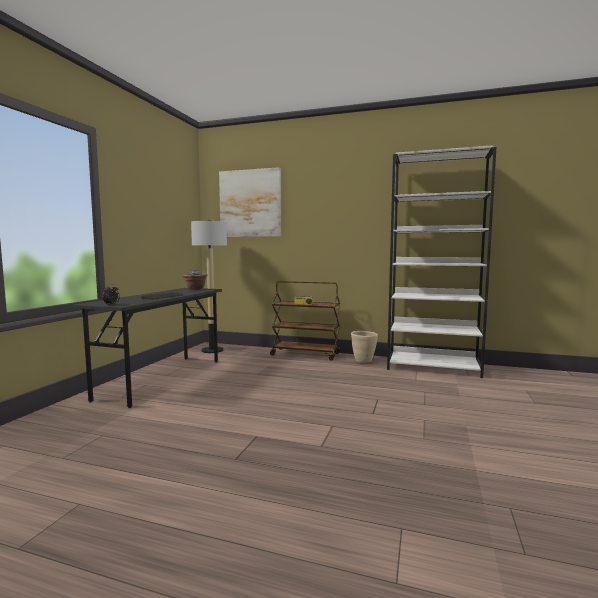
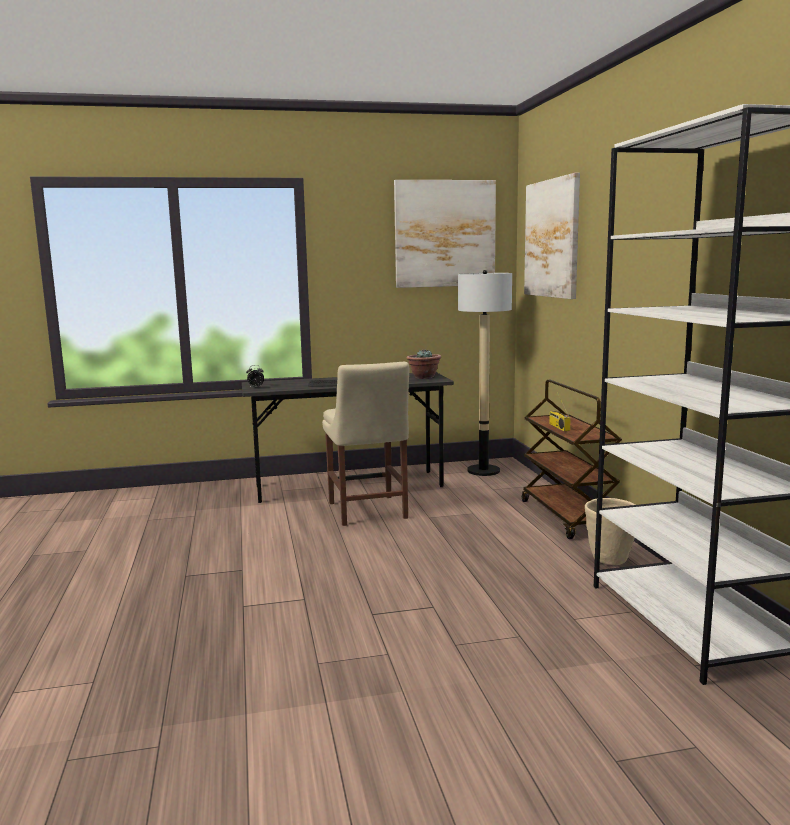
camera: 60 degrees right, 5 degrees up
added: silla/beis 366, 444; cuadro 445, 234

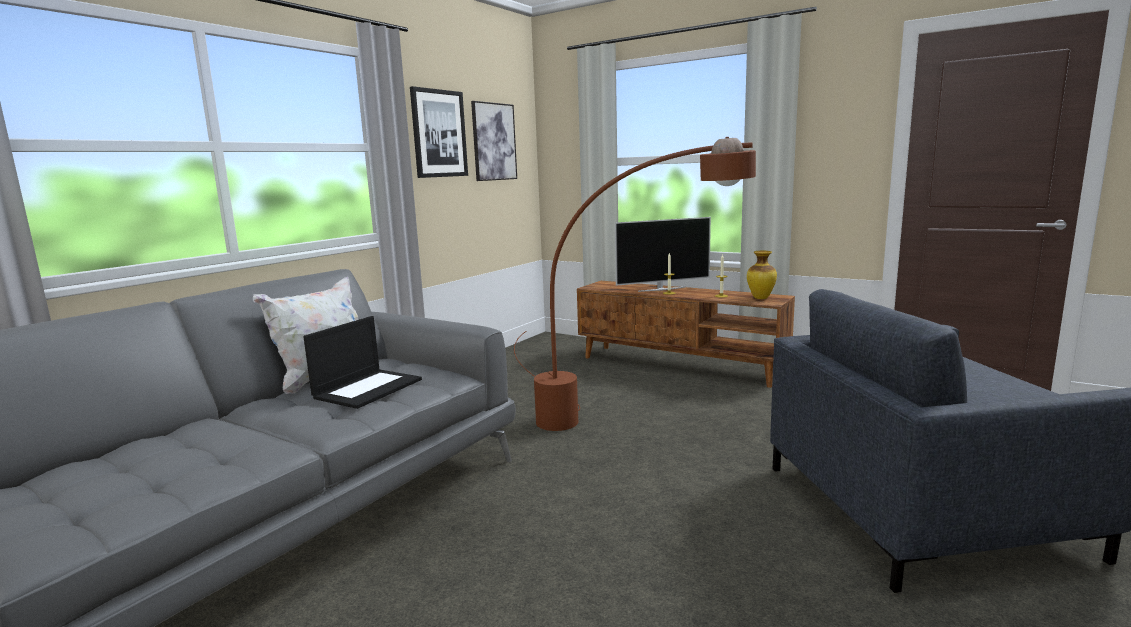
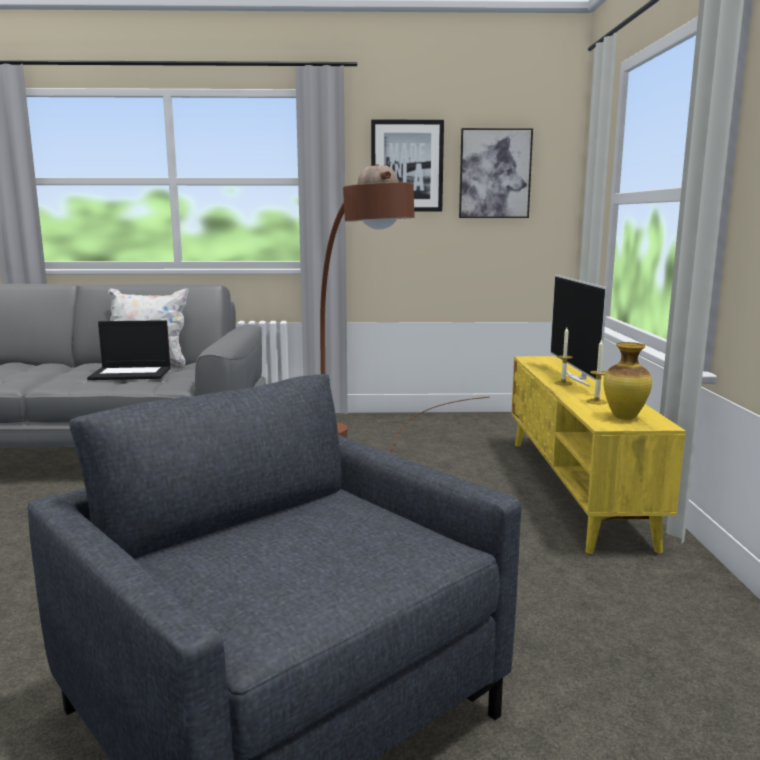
camera: 55 degrees right, 0 degrees up
recoloured: mueble de televisión/marrón 686, 334 to mueble de televisión/amarillo 598, 455
turned: televisor 663, 254 = 579, 331 45 degrees clockwise

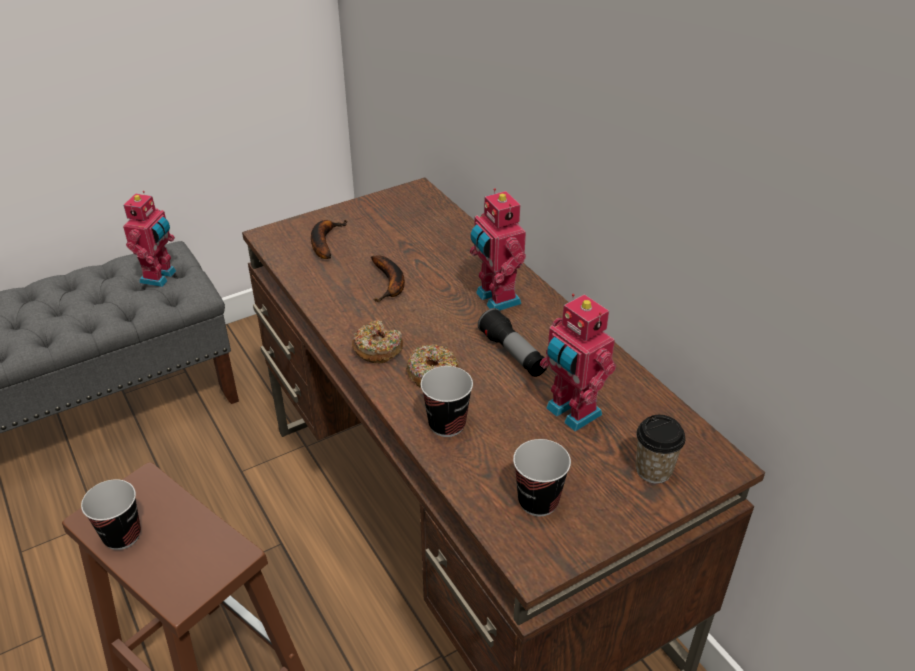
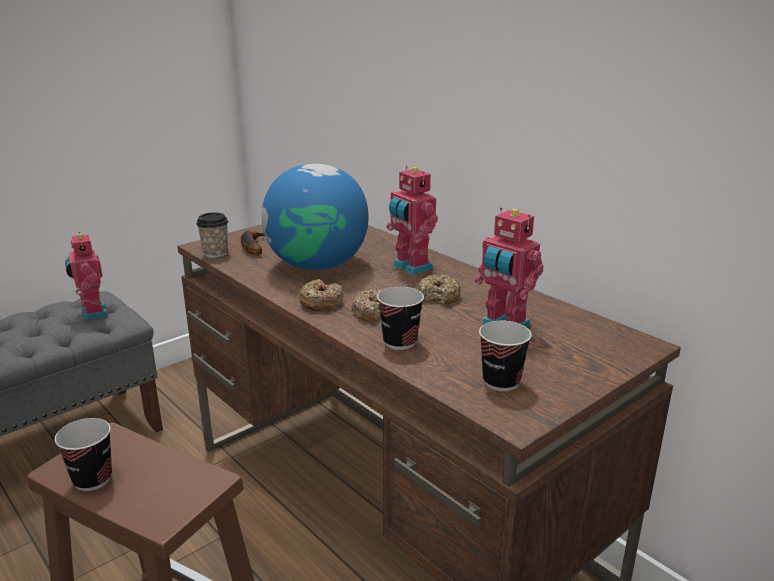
camera: 10 degrees left, 15 degrees down
moved: taza 660, 449 to 212, 235
replaced: plátano 388, 278 to globo terráqueo 315, 217; linterna 512, 342 to rosquilla 439, 289
turned: robot de juguete 149, 239 = 86, 276 150 degrees clockwise

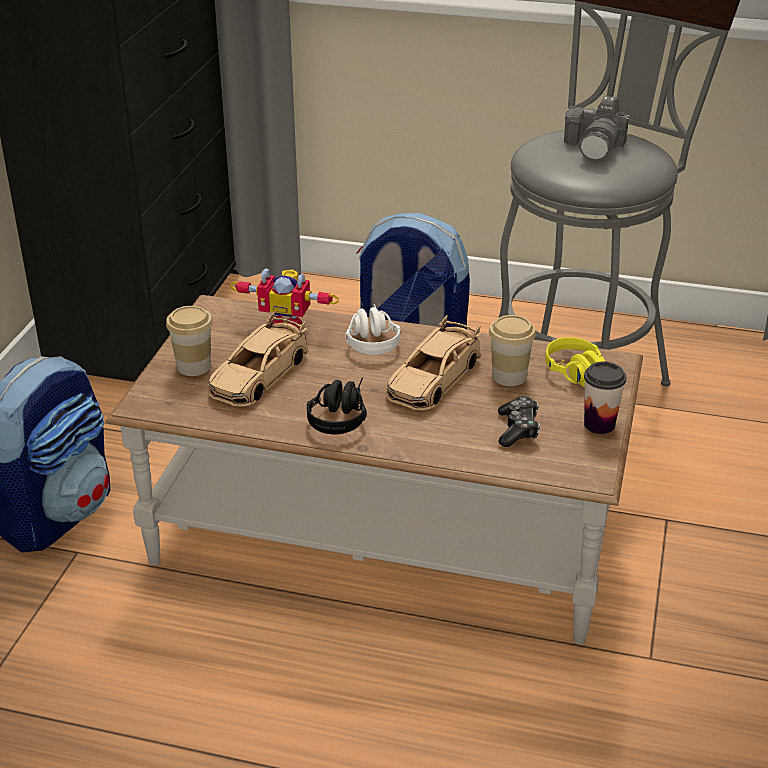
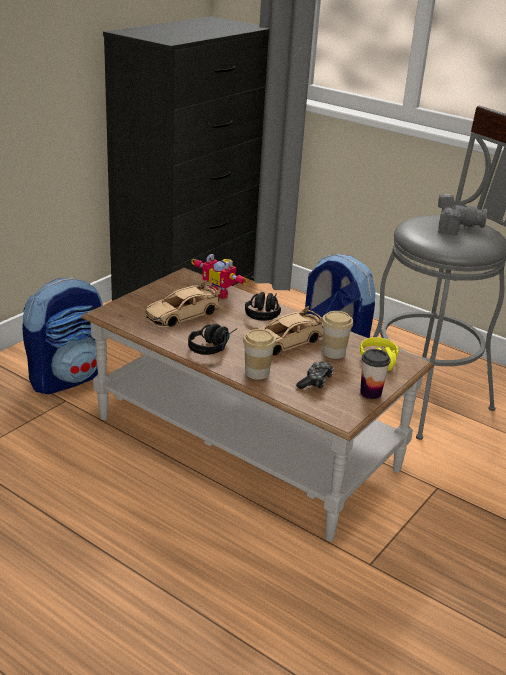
camera: 20 degrees right, 5 degrees down
moved: taza 189, 341 to 259, 354
recoloured: auriculares/blanco 373, 329 to auriculares/negro 263, 306
turned: cámara 597, 128 = 462, 214 120 degrees counterclockwise

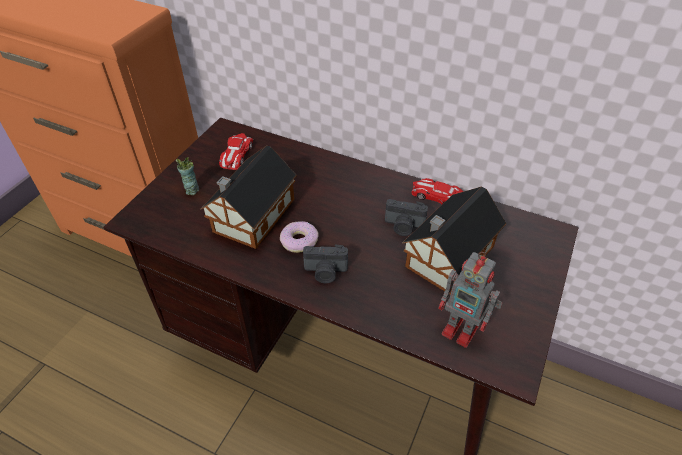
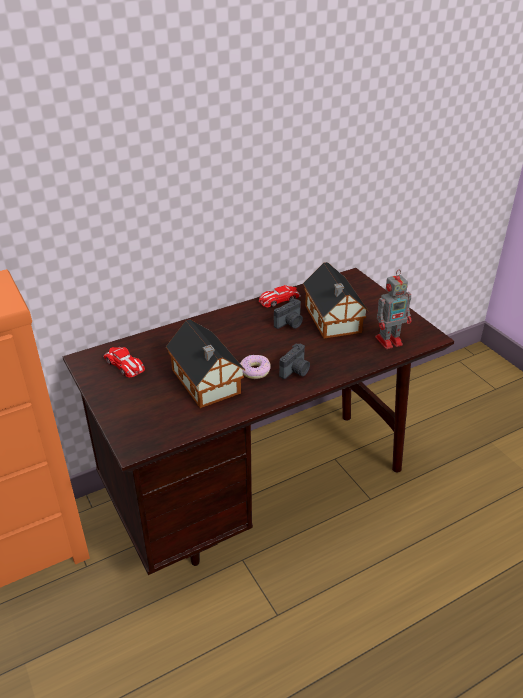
camera: 55 degrees left, 10 degrees down
removed: taza 187, 176

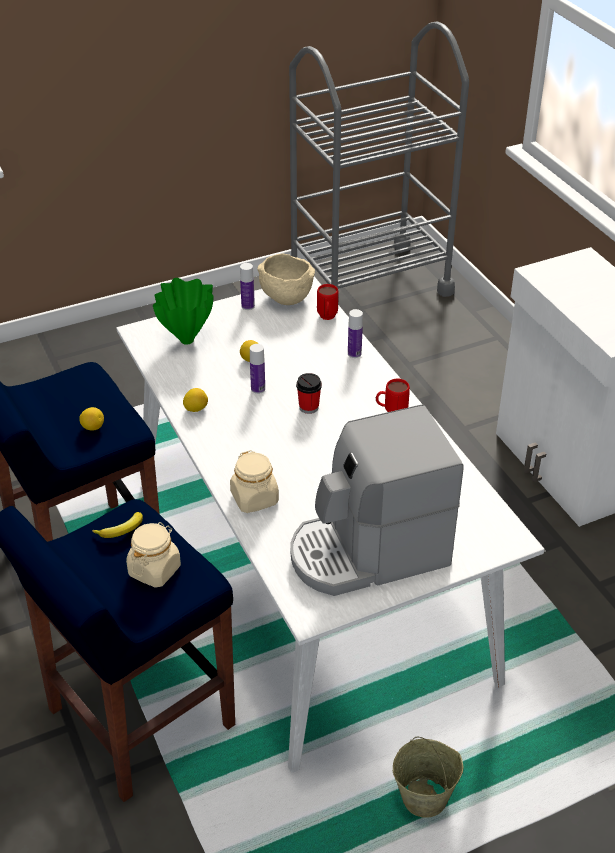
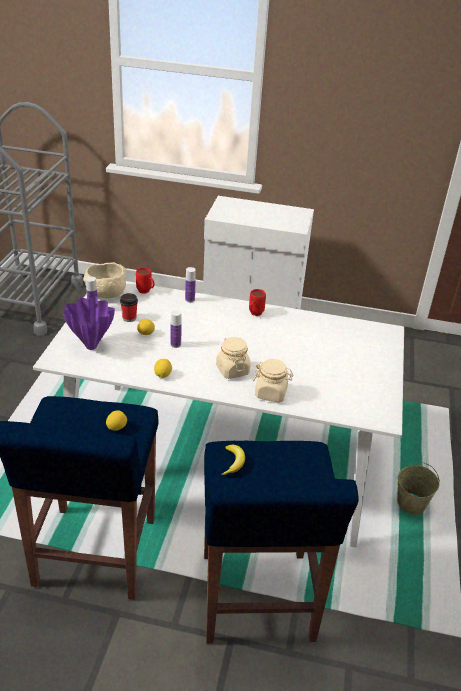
camera: 55 degrees left, 5 degrees down
removed: cafetera 376, 500
moved: tarro/beis 153, 555 to 233, 358; taza 309, 393 to 129, 307
recoloured: florero/verde 183, 311 to florero/morado 89, 323

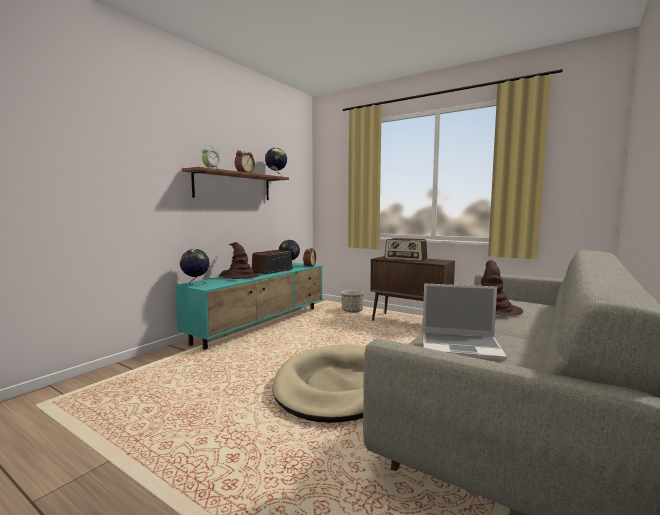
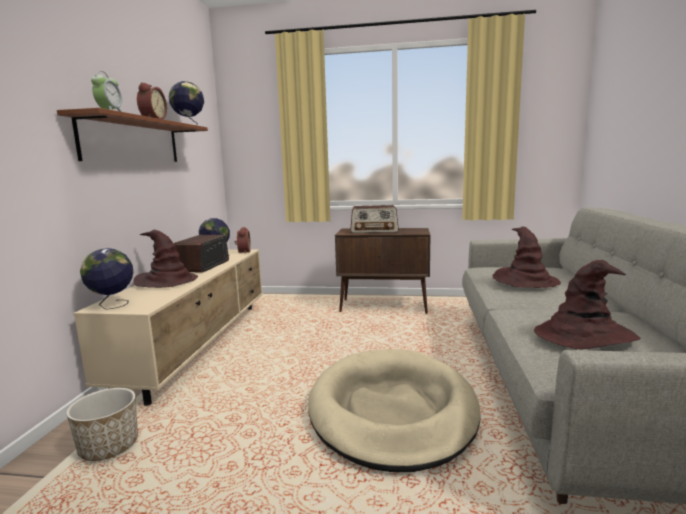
camera: 25 degrees left, 5 degrees up
moved: maceta 352, 301 to 102, 424
replaced: portátil 464, 322 to sombrero/marrón 587, 305
recoloured: mueble de televisión/turquesa 248, 306 to mueble de televisión/beis 168, 327

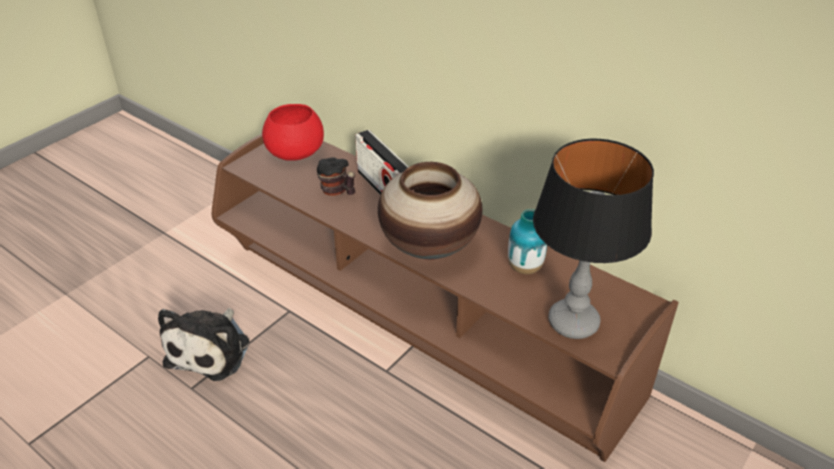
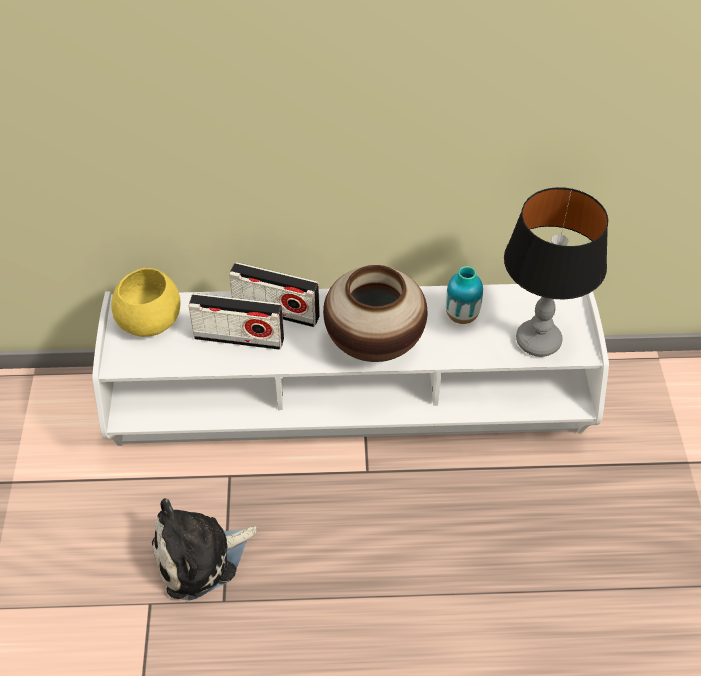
camera: 40 degrees left, 10 degrees up
replaced: taza grande 336, 176 to radio 236, 321
recoloured: mueble de televisión/marrón 445, 298 to mueble de televisión/blanco 350, 365; cuenco/rojo 293, 132 to cuenco/amarillo 146, 302
turned: peluche 203, 344 = 204, 549 90 degrees clockwise

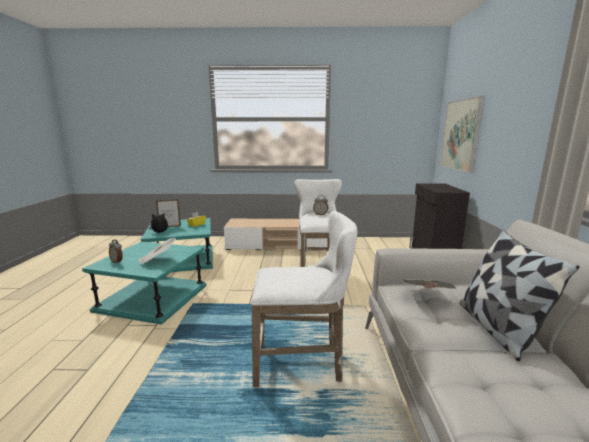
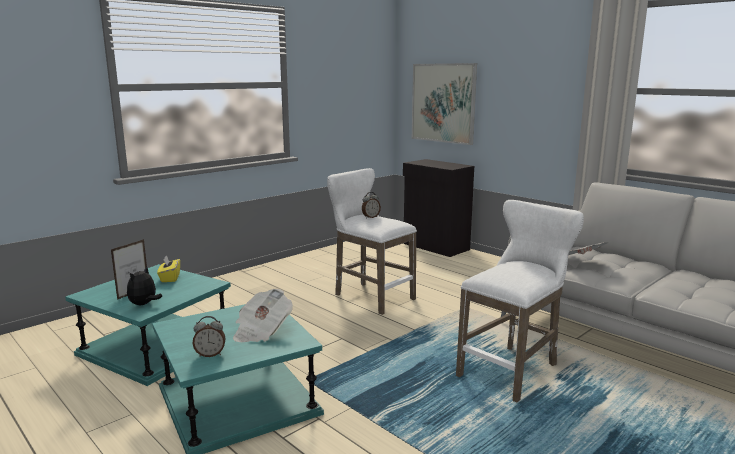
camera: 45 degrees left, 0 degrees up
removed: mueble de televisión/beis 276, 235; cojín 520, 295

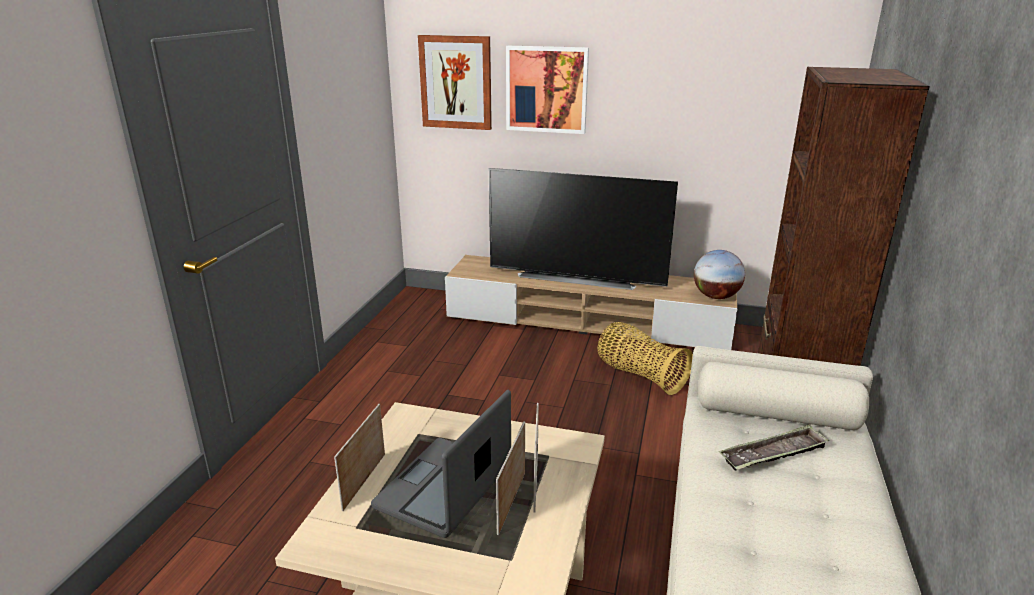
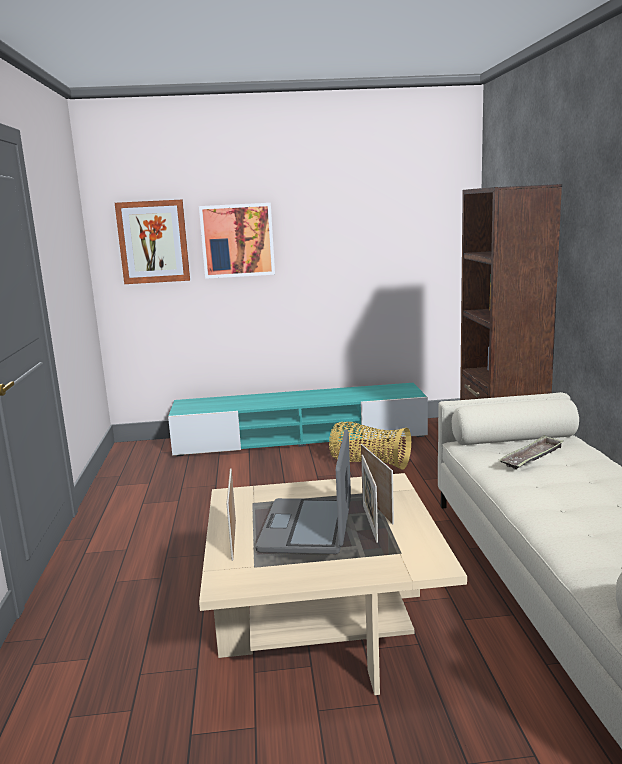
camera: 20 degrees left, 10 degrees down
removed: televisor 583, 229; globo terráqueo 719, 274
recoloured: mueble de televisión/beis 591, 302 to mueble de televisión/turquesa 298, 419

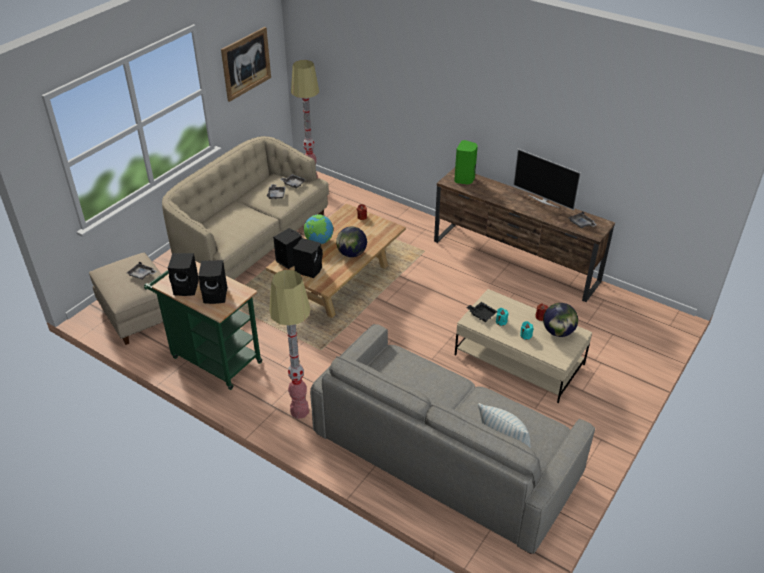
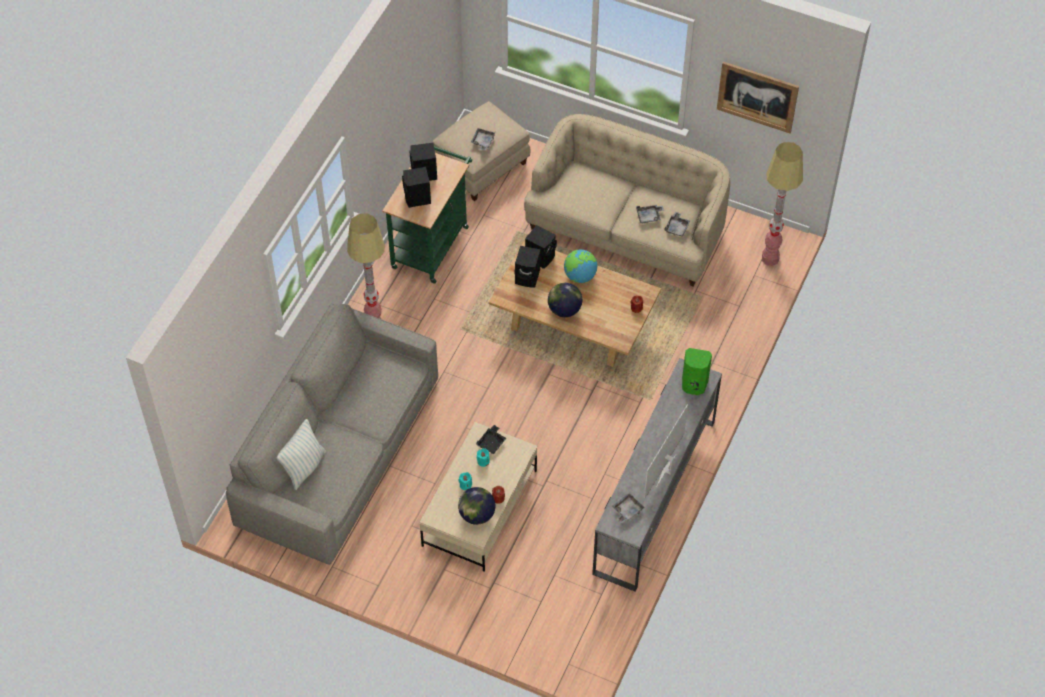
camera: 80 degrees right, 15 degrees up
recoloured: mueble de televisión/marrón 524, 235 to mueble de televisión/gris 657, 475

